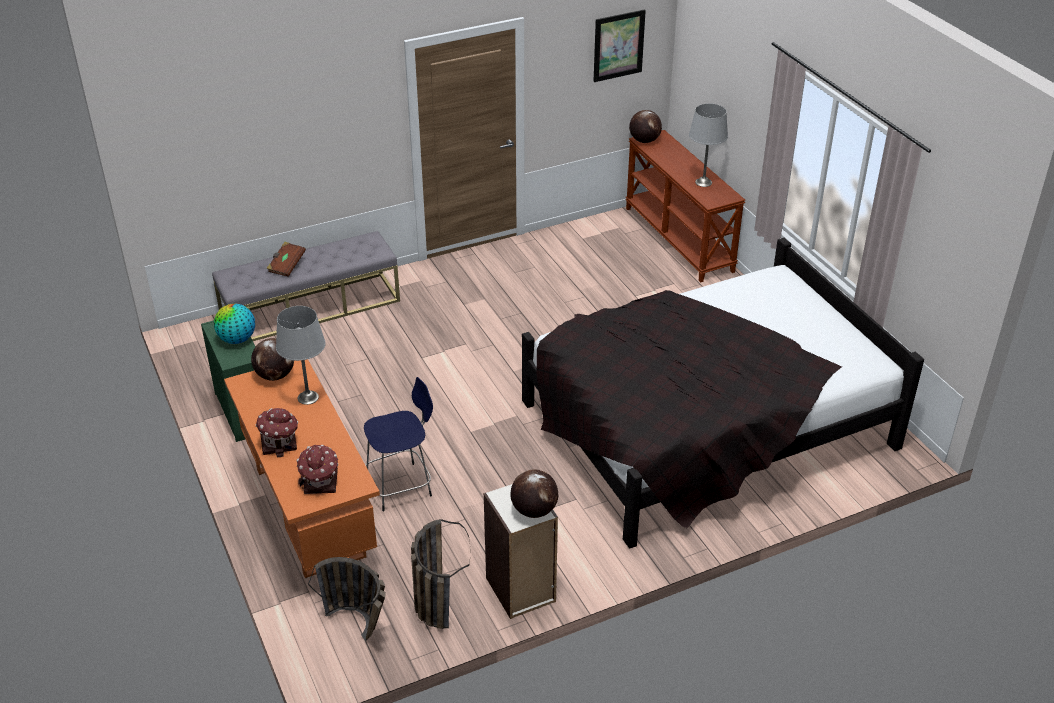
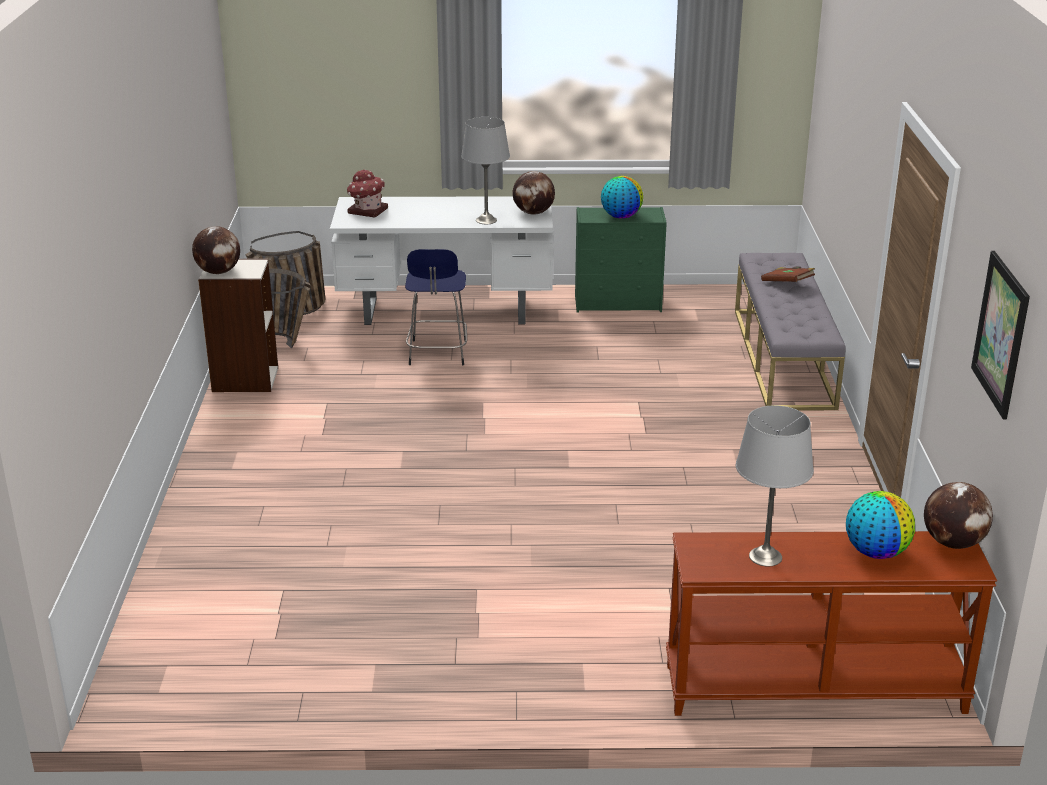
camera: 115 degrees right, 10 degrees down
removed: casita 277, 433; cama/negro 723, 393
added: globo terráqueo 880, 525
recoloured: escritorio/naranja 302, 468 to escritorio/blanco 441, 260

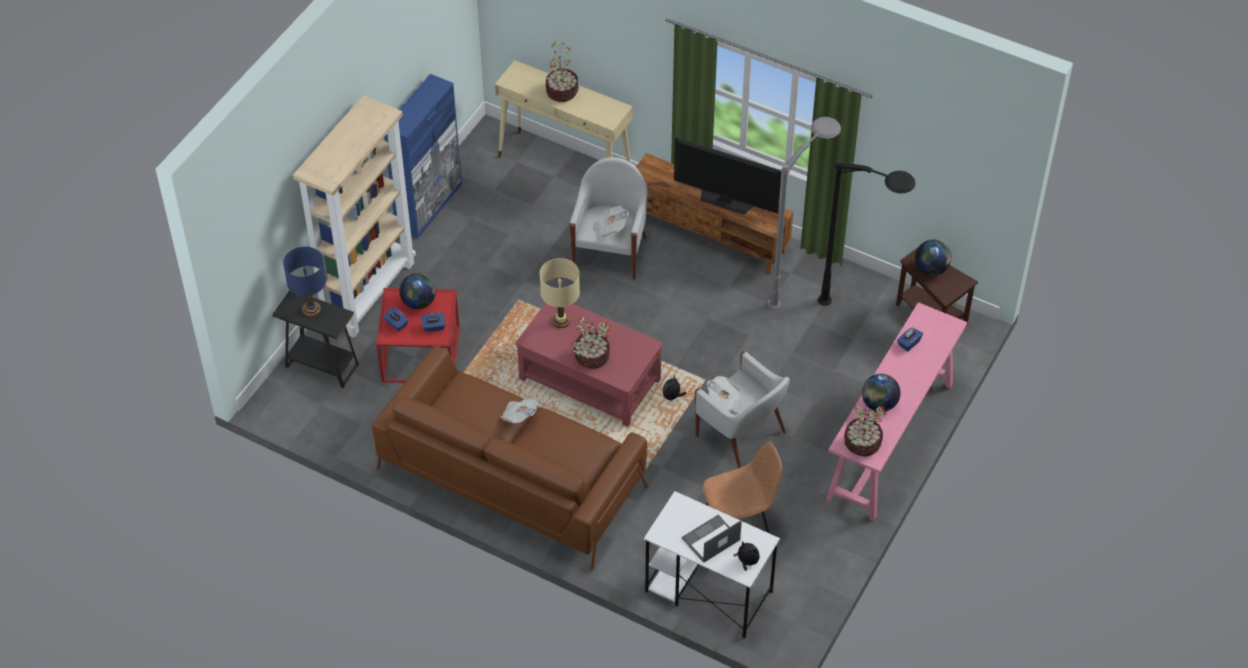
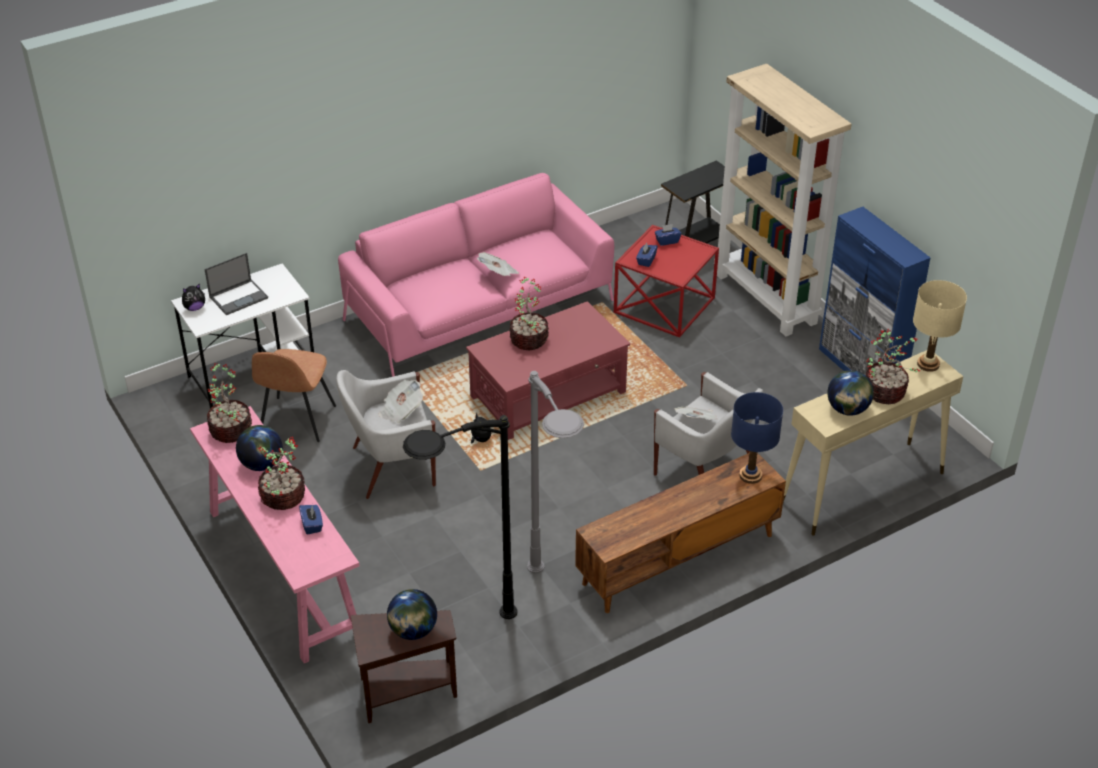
camera: 120 degrees right, 10 degrees down
removed: televisor 728, 175
added: planta en maceta 281, 473
moved: lámpara de mesa/azul 305, 281 to 757, 438; globo terráqueo 417, 291 to 850, 393; lámpara de mesa/beis 560, 293 to 940, 326
recoloured: sofá/marrón 510, 457 to sofá/rosa 476, 275
turned: portátil 712, 539 = 236, 284 60 degrees clockwise

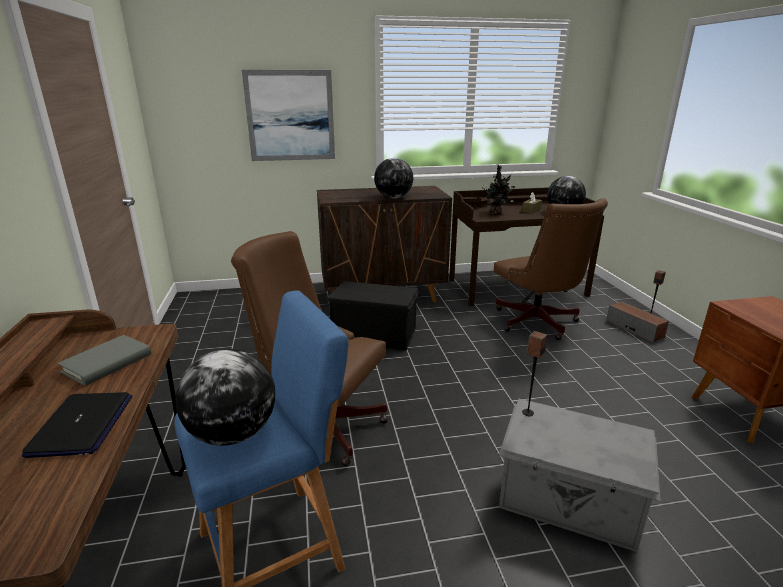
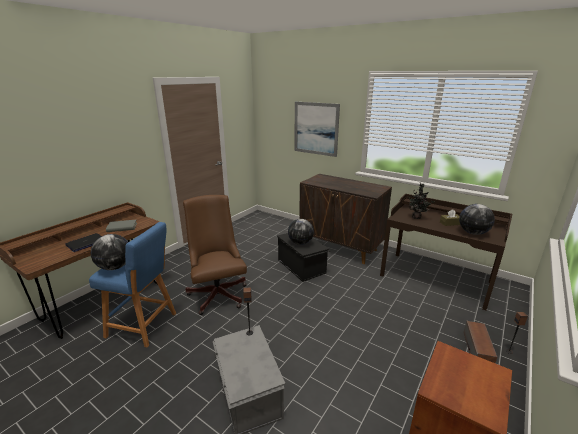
camera: 45 degrees right, 0 degrees up
removed: silla de oficina/marrón 551, 269
moved: globo terráqueo 393, 178 to 301, 232

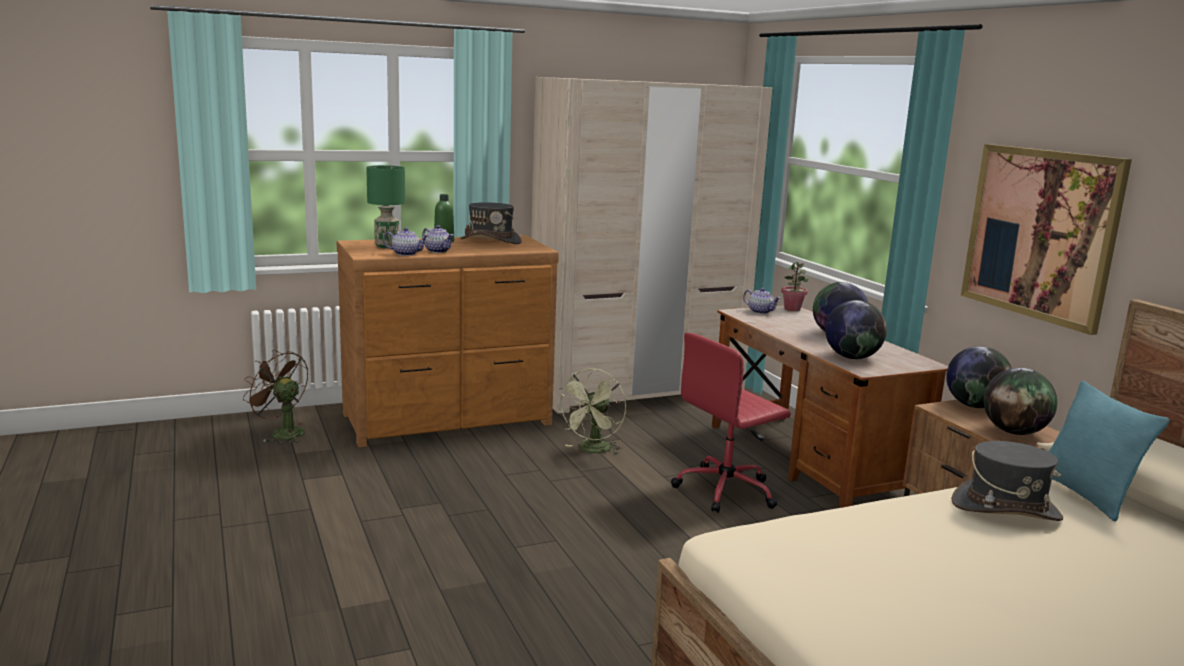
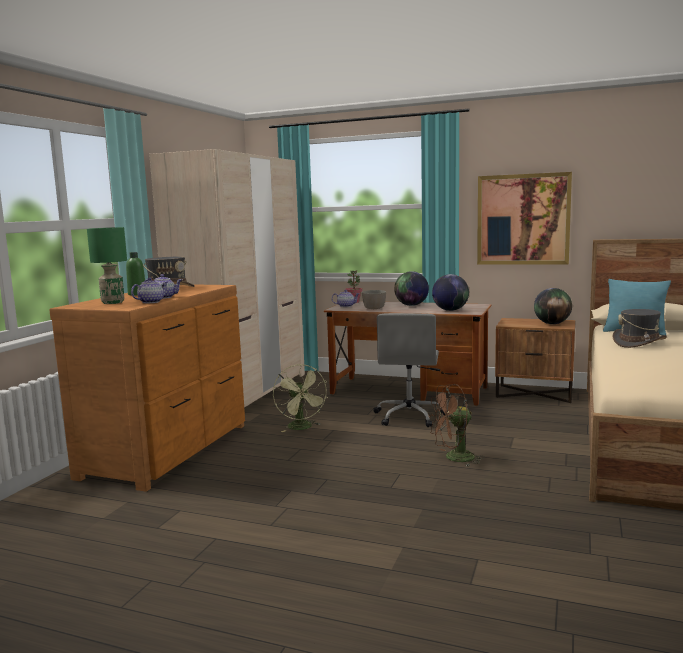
camera: 45 degrees left, 5 degrees down
removed: globo terráqueo 979, 377
added: cuenco/gris 374, 299
moved: ventilador/marrón 275, 397 to 457, 425
recoloured: silla de oficina/rojo 731, 423 to silla de oficina/gris 409, 370

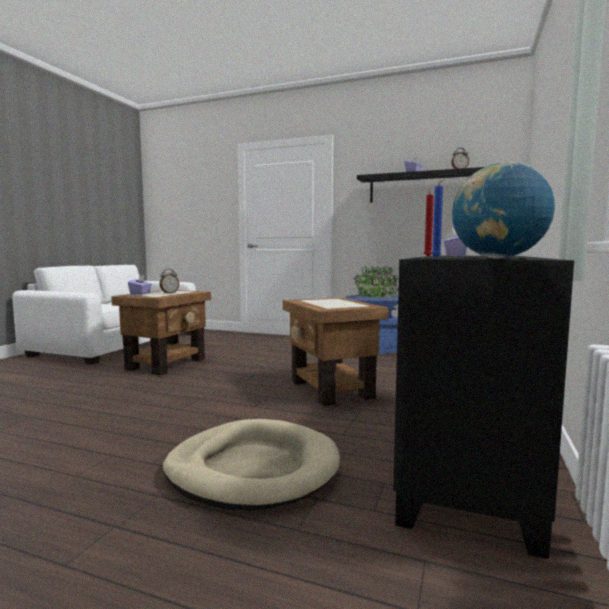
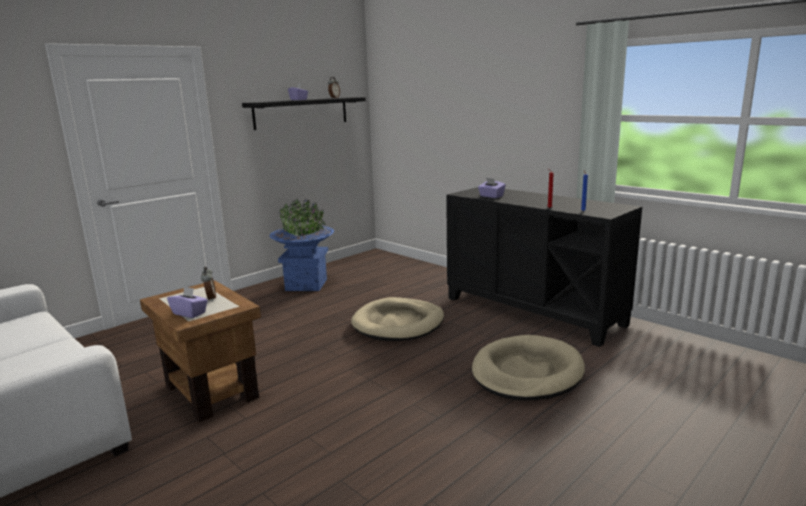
camera: 65 degrees left, 10 degrees up
removed: globo terráqueo 503, 210
replaced: mesa auxiliar/marrón 335, 352 to cama para perro/beis 397, 319

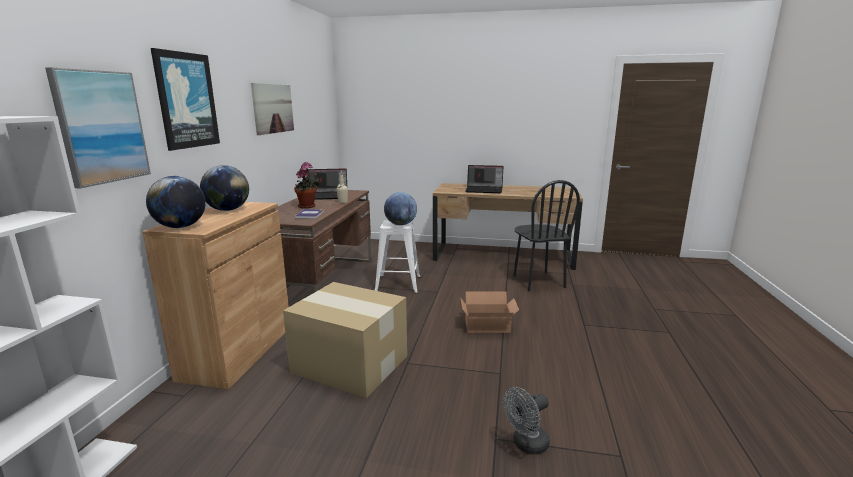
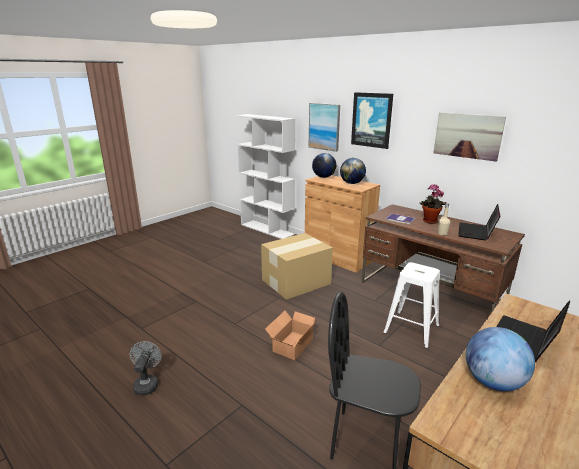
camera: 120 degrees right, 5 degrees up
moved: globo terráqueo 400, 208 to 500, 359; ventilador/gris 526, 421 to 146, 368

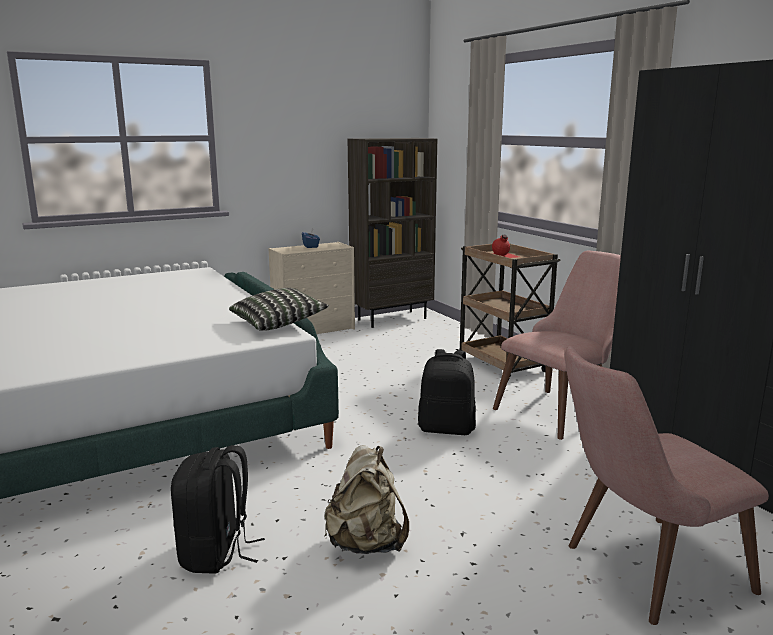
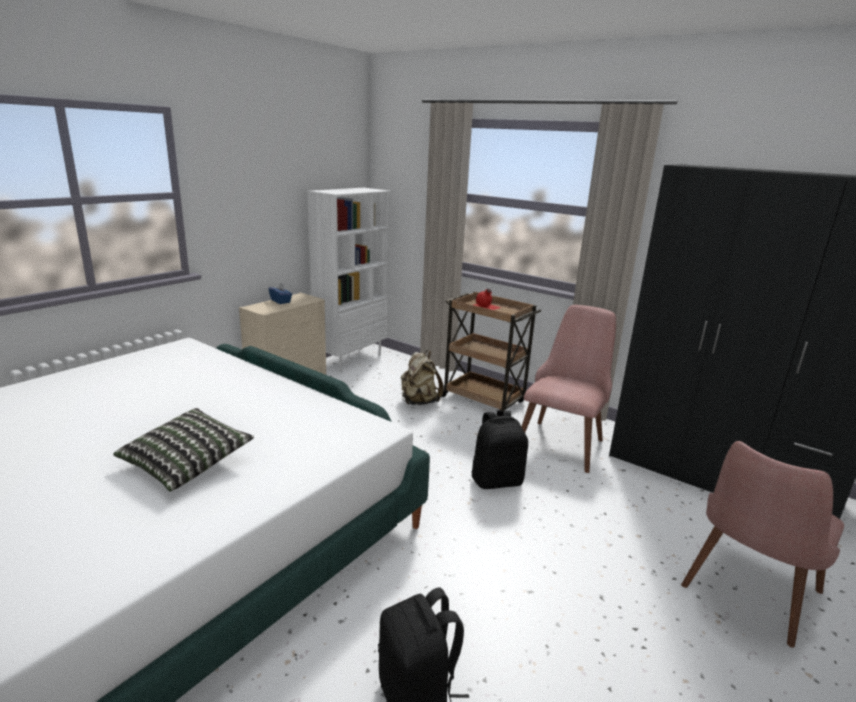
camera: 25 degrees left, 5 degrees up
moved: cojín 279, 309 to 183, 449; mochila/beis 366, 499 to 422, 377
recoloured: estantería/marrón 392, 233 to estantería/blanco 348, 280

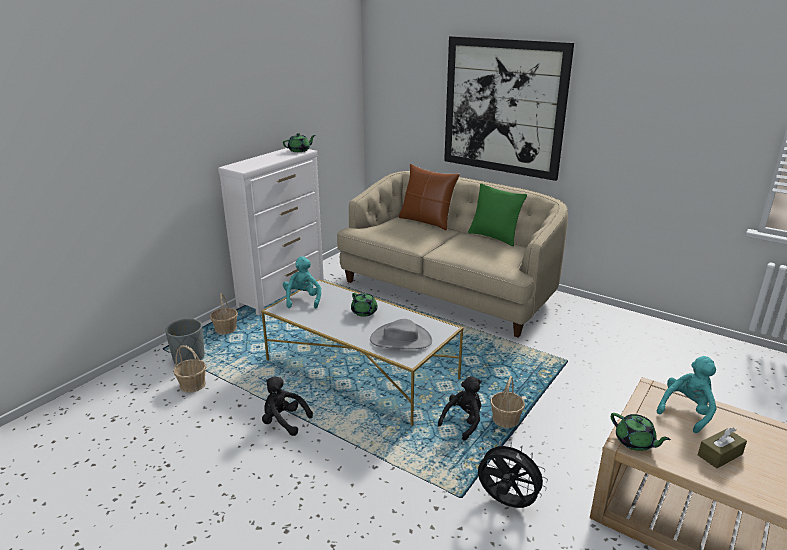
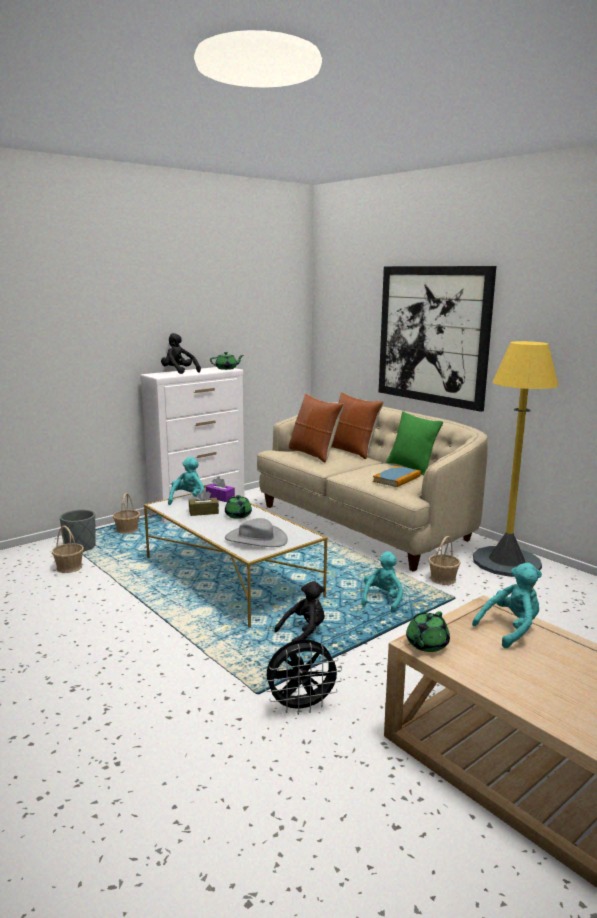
camera: 15 degrees right, 10 degrees down
added: caja de pañuelos/morado 220, 489; cojín/marrón 316, 428; peluche/turquesa 382, 582; libro 397, 476; lámpara de pie/amarillo 515, 459
moved: peluche/negro 287, 406 to 181, 353; cesta 507, 402 to 444, 560; caja de pañuelos/marrón 722, 447 to 204, 503
turned: ventilador/negro 513, 474 = 303, 677 120 degrees clockwise; tetera/verde 641, 432 = 428, 631 60 degrees clockwise

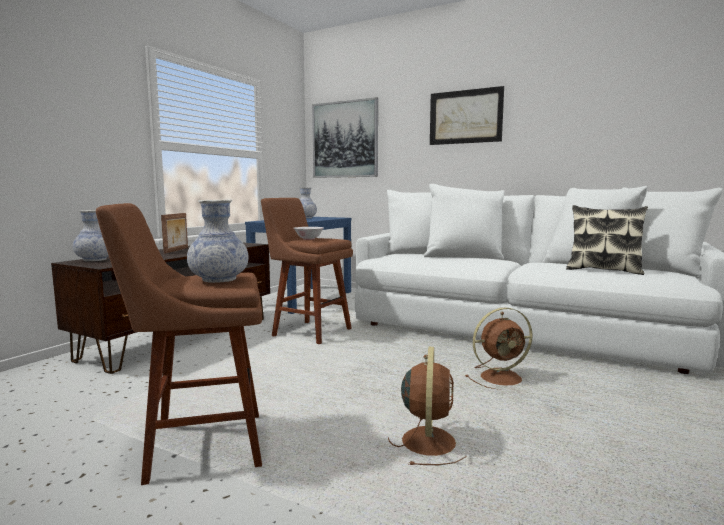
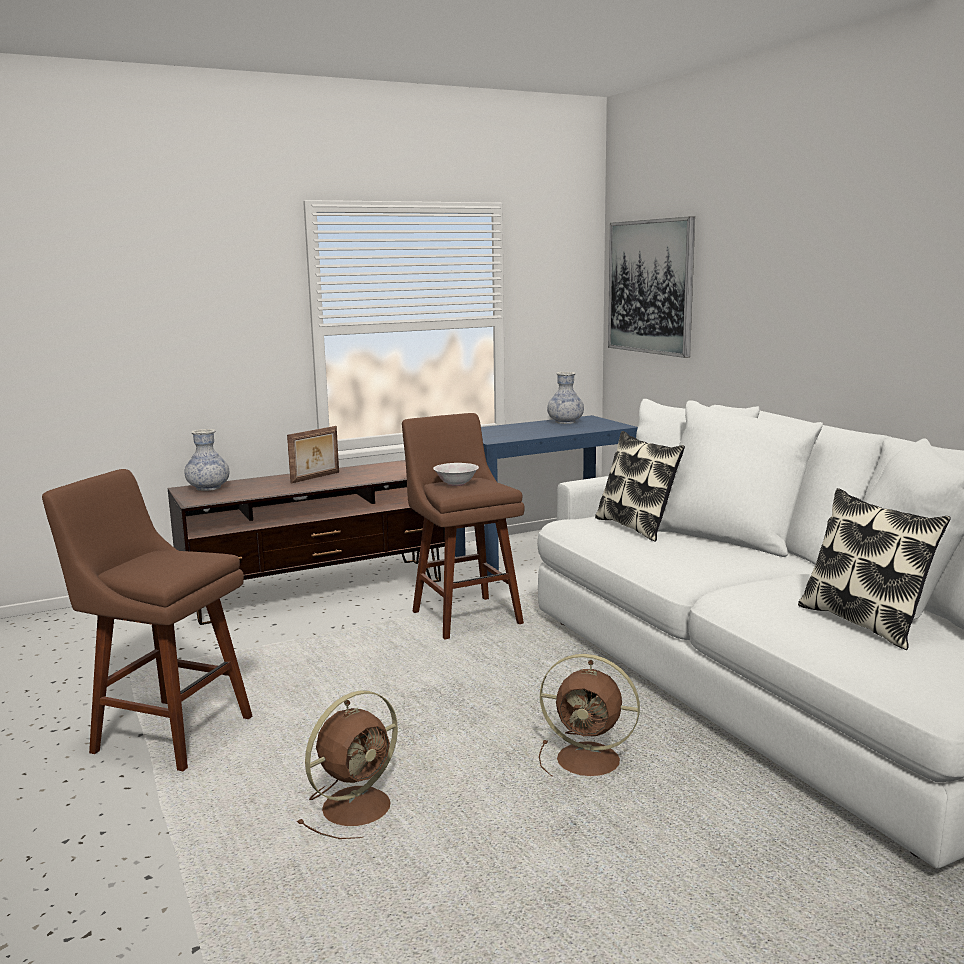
camera: 35 degrees right, 5 degrees up
removed: florero 218, 241; cuadro 467, 115
added: cojín 640, 486

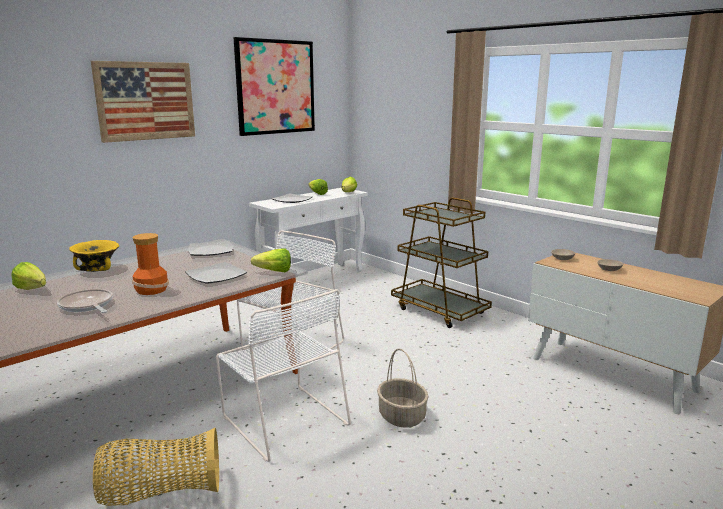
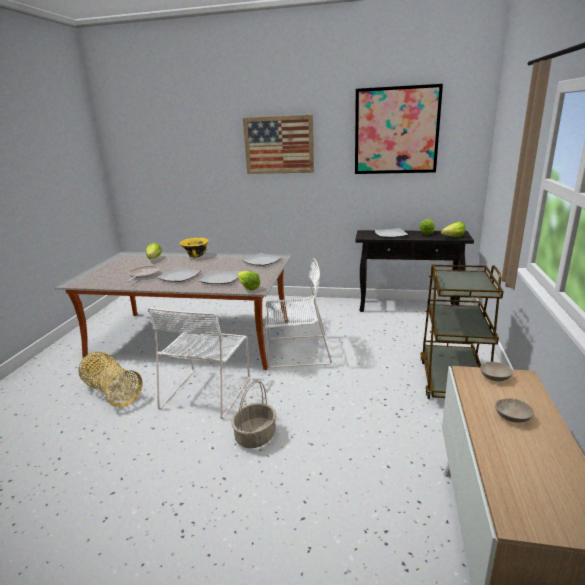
camera: 55 degrees right, 5 degrees up
replaced: florero 150, 264 to plato 179, 274
recoloured: mesa consola/blanco 308, 241 to mesa consola/negro 414, 271

